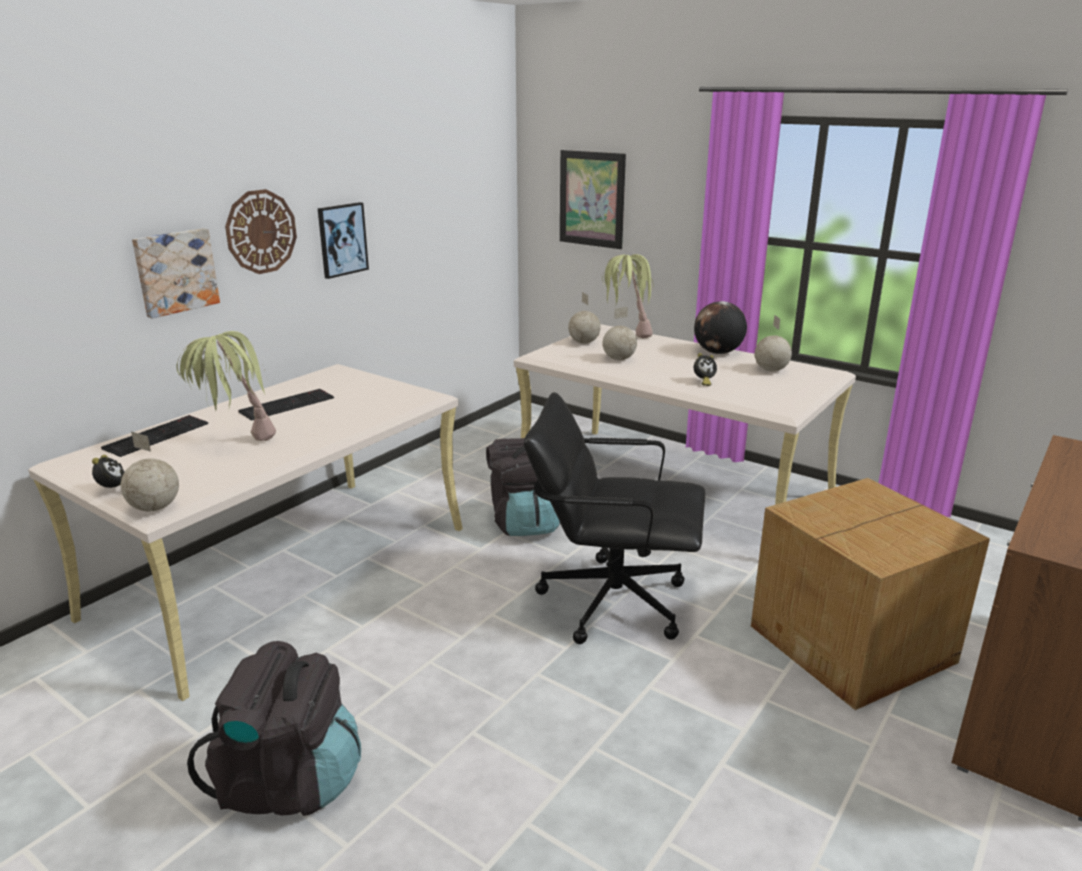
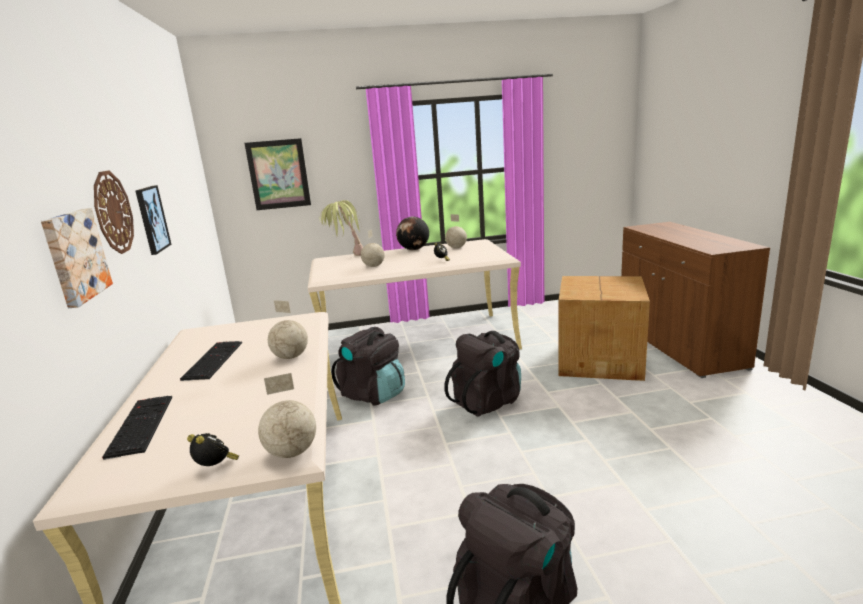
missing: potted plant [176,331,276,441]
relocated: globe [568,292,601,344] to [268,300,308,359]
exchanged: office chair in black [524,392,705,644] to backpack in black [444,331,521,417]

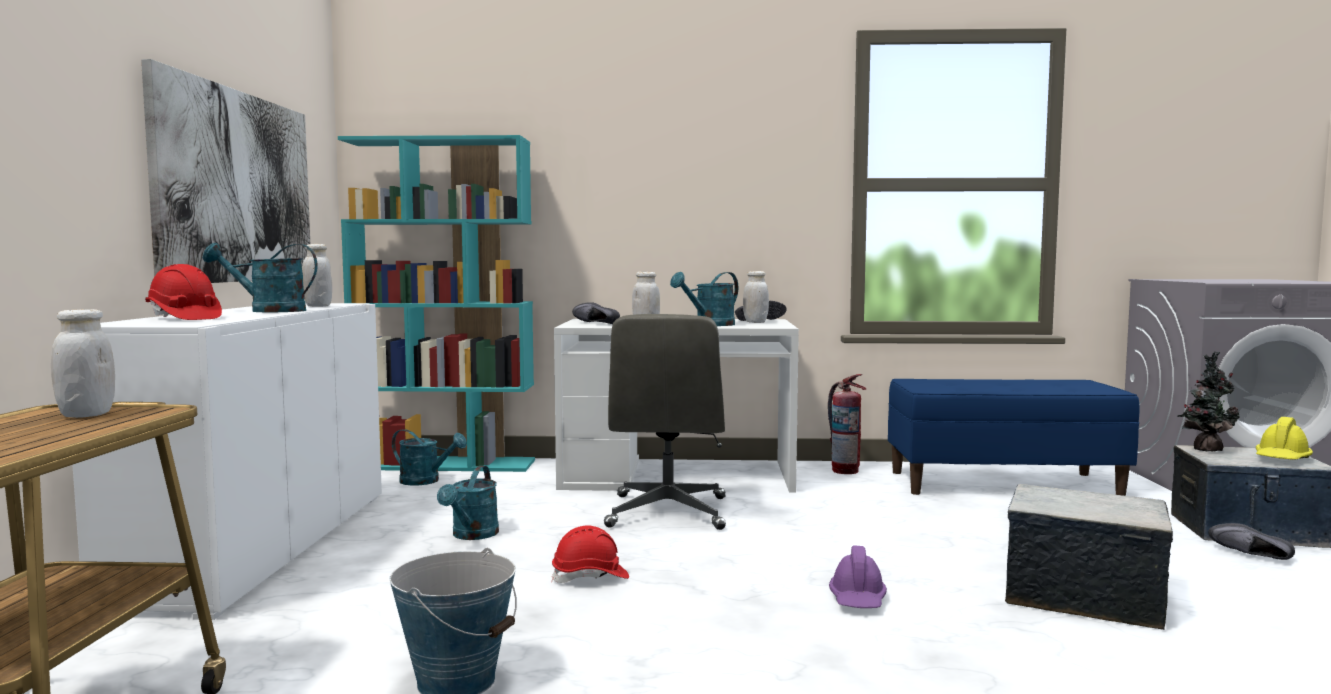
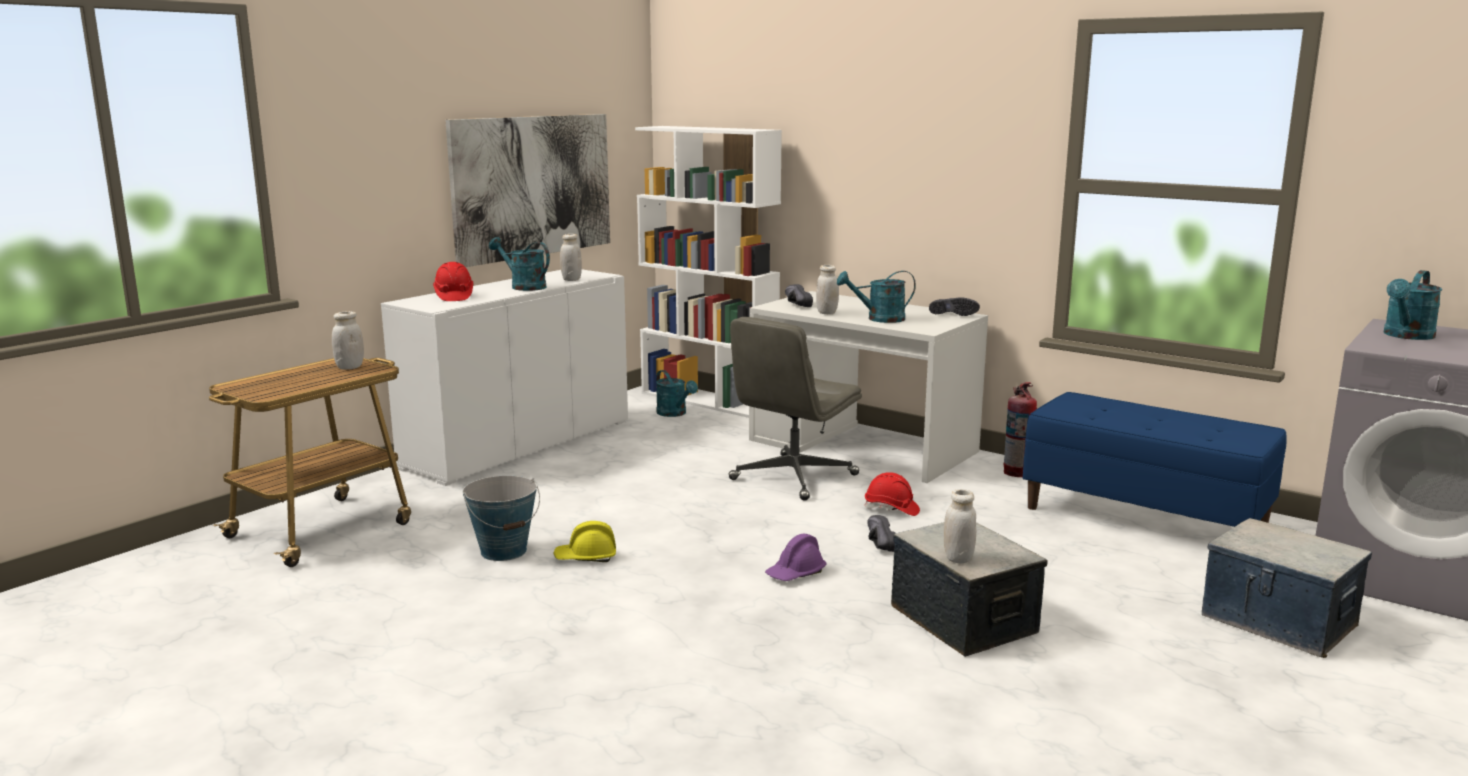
missing: potted plant [1177,351,1239,452]
relocated: watering can in turquoise [437,466,499,540] to [1384,270,1443,340]; hard hat in red [551,526,629,583] to [864,472,920,516]; jar in white [743,271,769,323] to [944,489,976,564]; shoe in black [1208,523,1295,560] to [867,515,896,552]; hard hat in yellow [1256,417,1313,460] to [553,521,616,562]
colour: bookcase in turquoise [338,135,535,472] to bookcase in white [635,126,782,418]

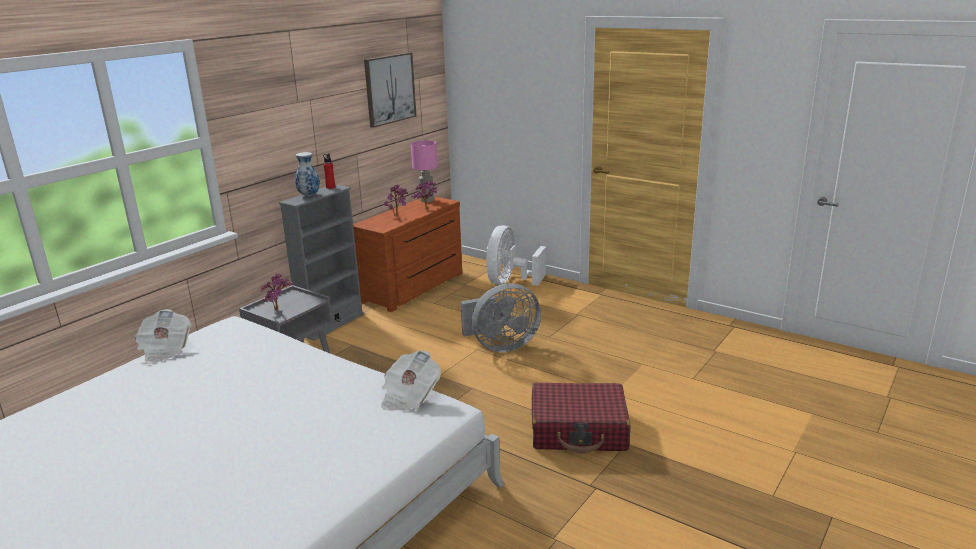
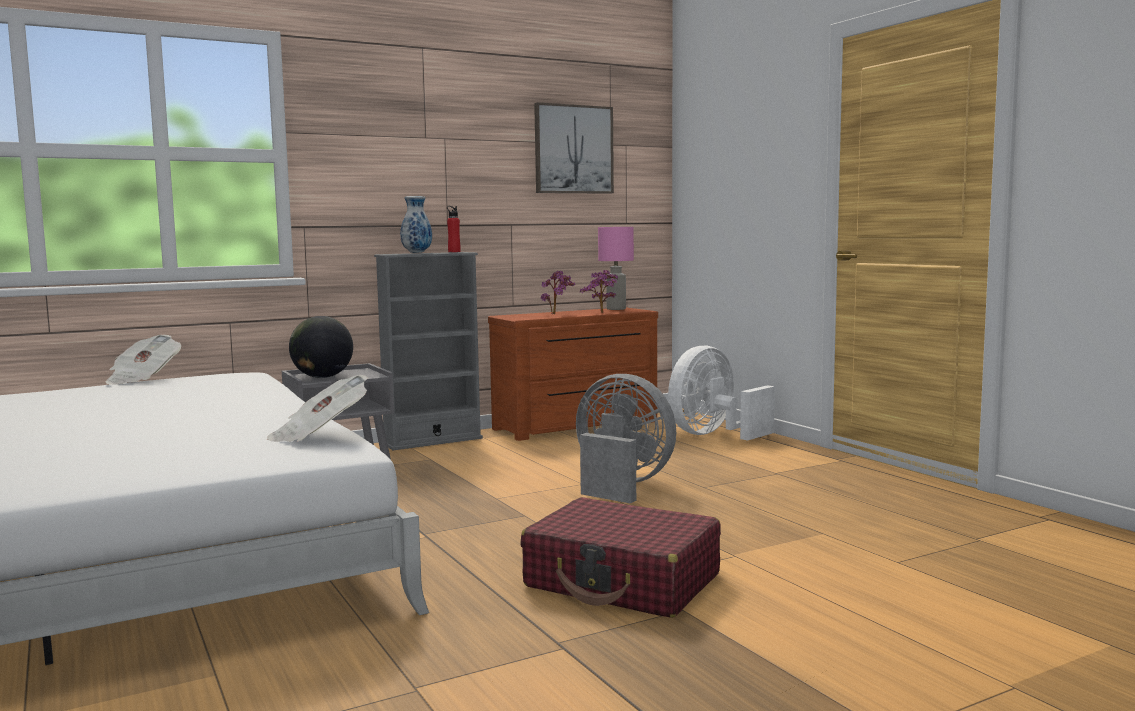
exchanged: potted plant [261,274,294,310] to globe [289,316,353,378]
spun: fan in grey [461,283,541,352] = [576,374,676,503] 150 degrees counterclockwise

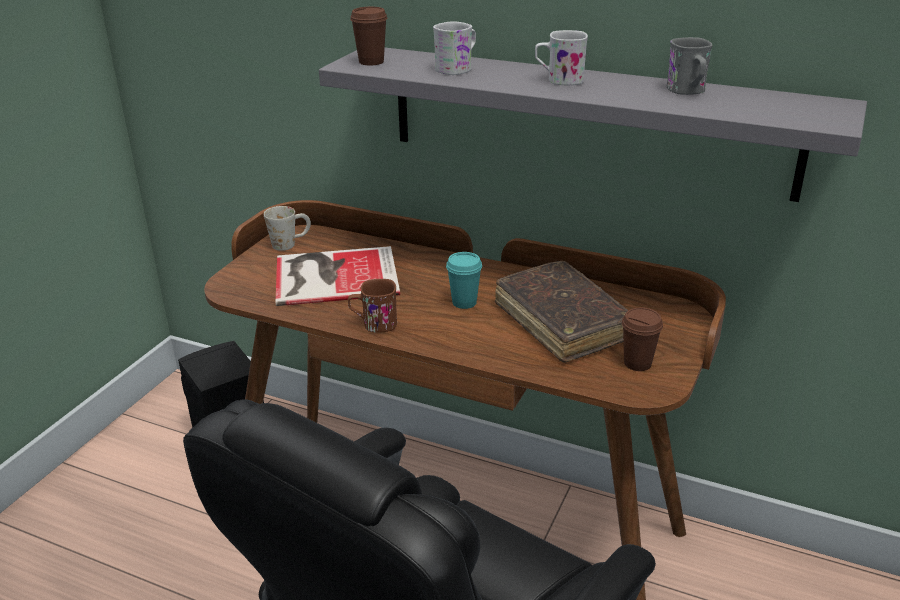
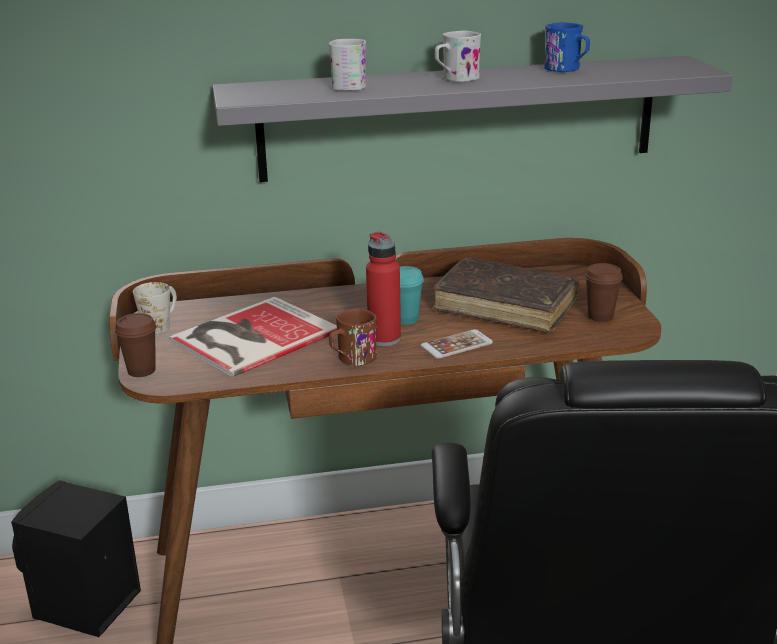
appeared: bottle in red [366,231,401,346]; phone [420,329,493,359]
relocated: cup in brown [350,7,387,65] to [115,313,156,377]
colour: mug in grey [667,37,712,95] to mug in blue [544,22,590,72]

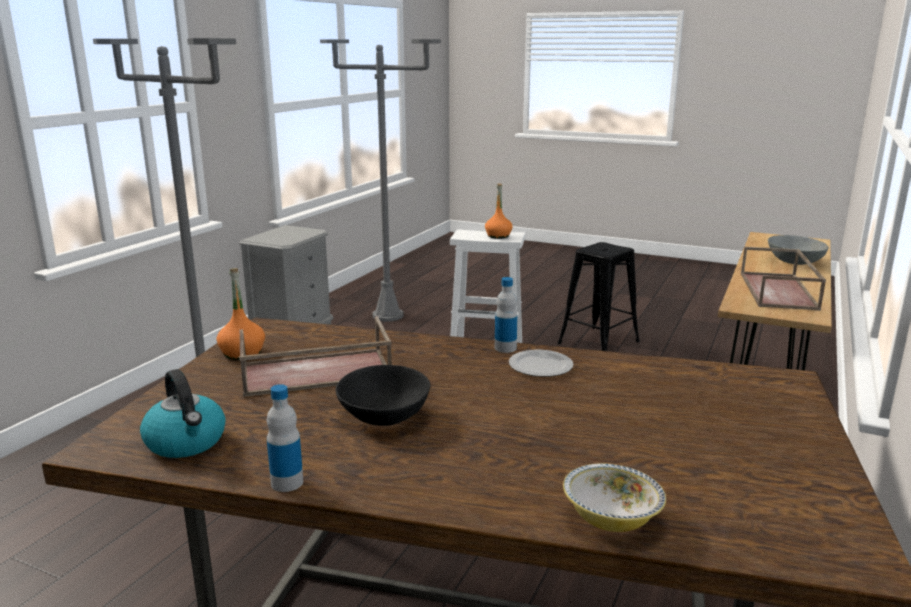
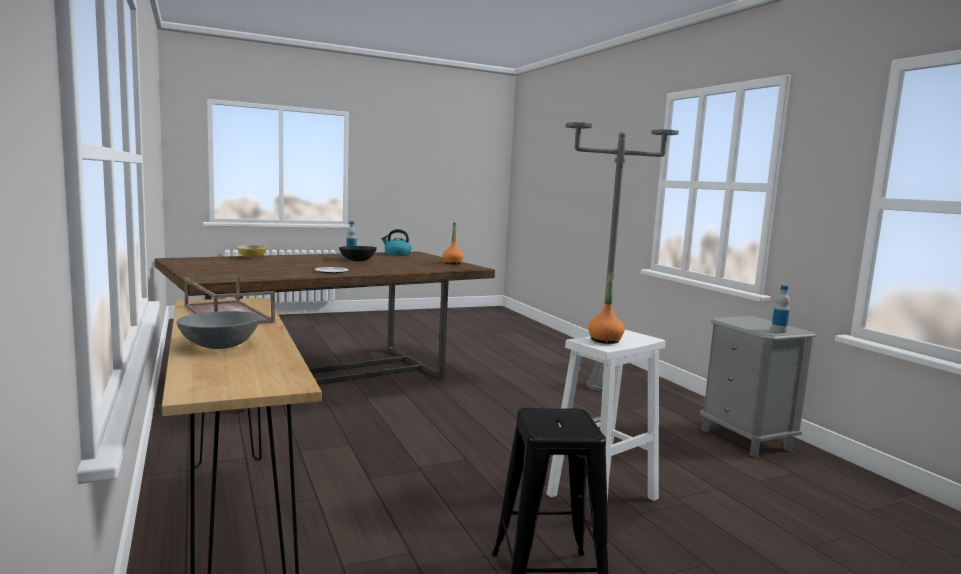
missing: tray in brown [239,316,392,397]; floor lamp in grey [320,39,441,322]
relocated: bottle [495,277,518,353] to [771,285,790,333]

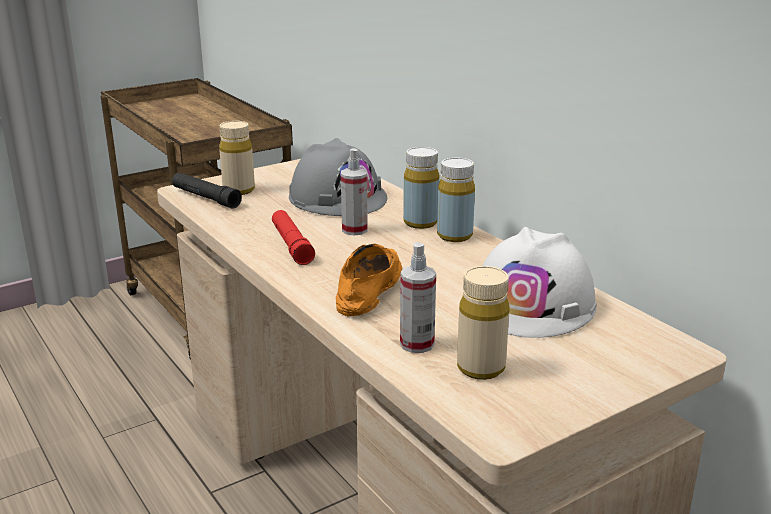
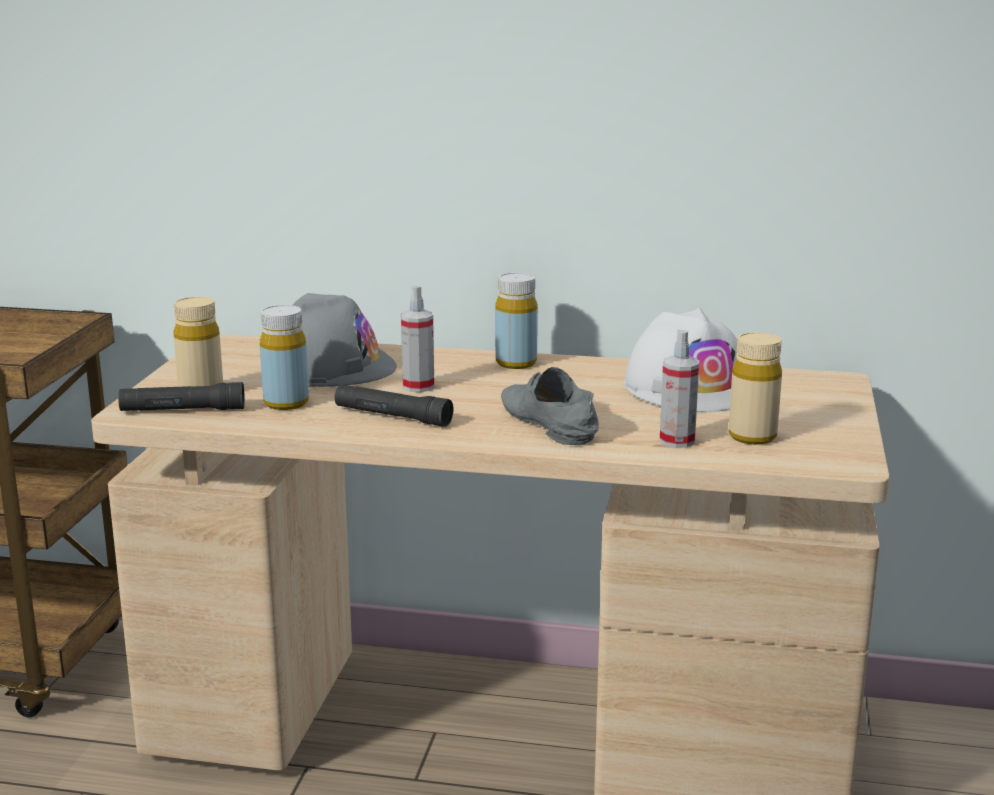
relocated: bottle in yellow [403,147,440,229] to [260,305,309,410]
colour: flashlight in red [272,210,315,265] to flashlight in black [335,384,453,427]; shoe in orange [336,244,402,317] to shoe in grey [501,367,599,445]

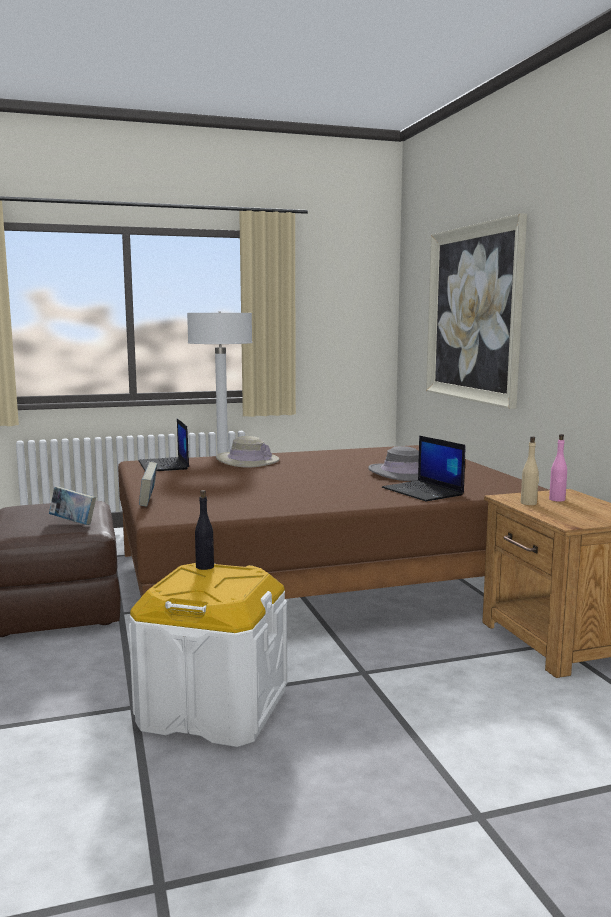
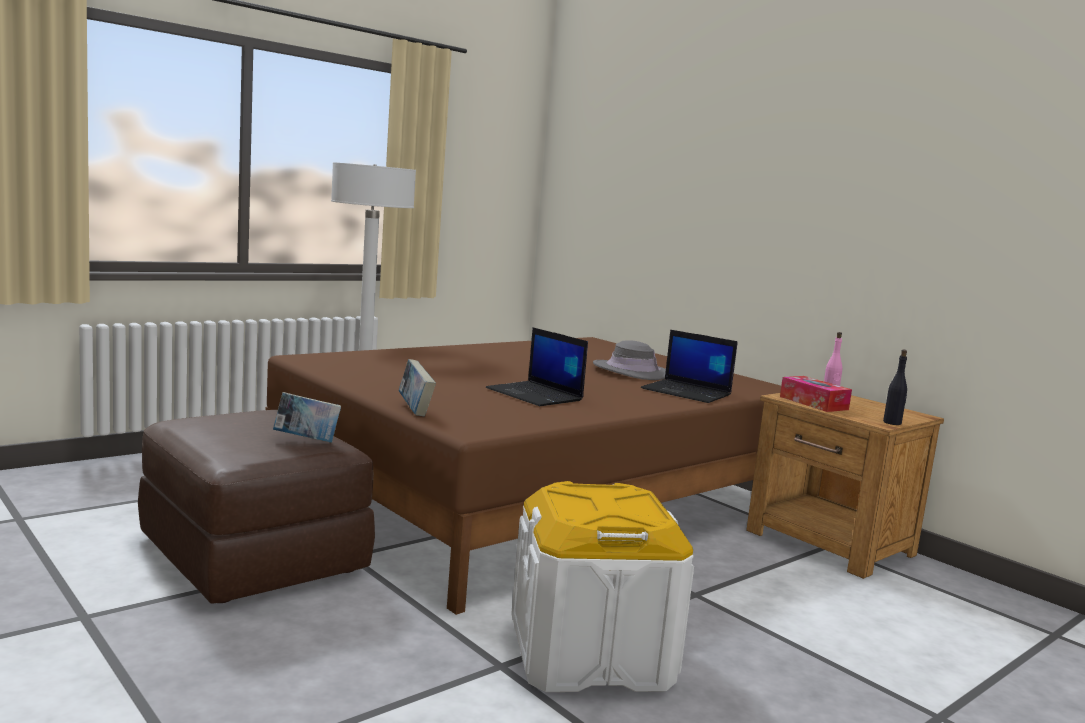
missing: hat in beige [216,436,279,468]; picture [426,213,527,409]
relocated: laptop [139,419,189,471] to [486,327,588,406]; bottle in black [195,490,214,570] to [883,350,907,425]
exchanged: bottle in beige [521,436,539,505] to tissue box [780,376,852,412]

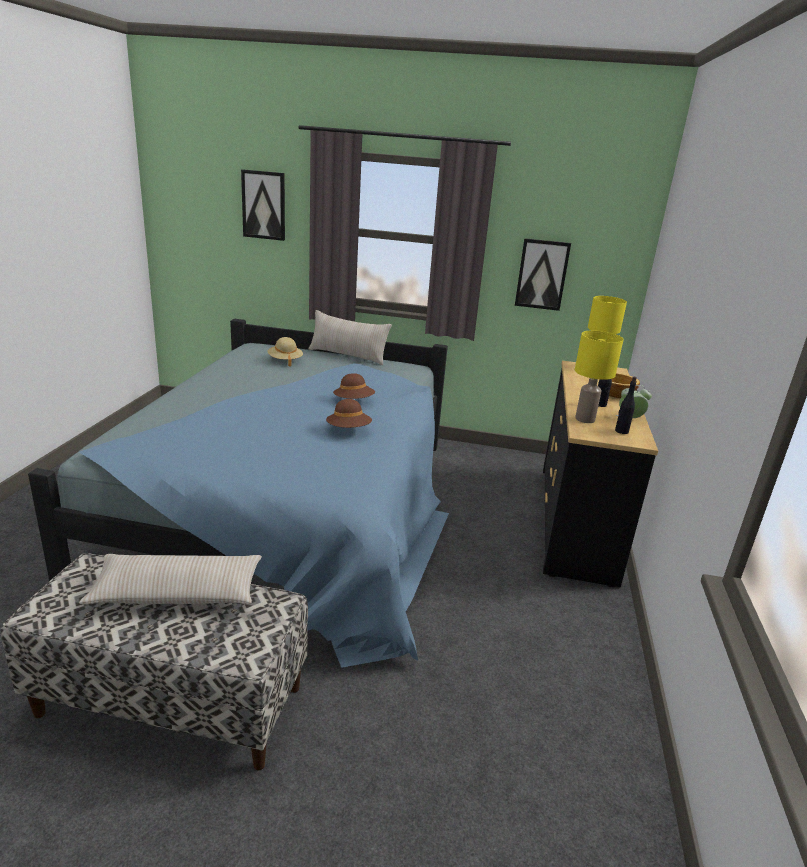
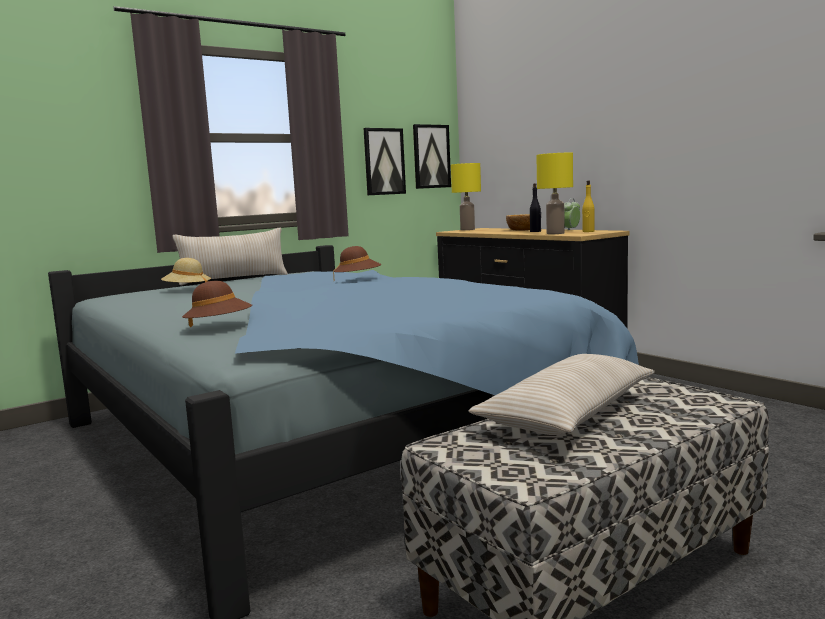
relocated: picture [241,169,285,241] to [413,124,451,189]; hat in brown [326,399,372,428] to [182,281,252,327]
colour: bottle in black [615,377,637,434] to bottle in yellow [582,180,595,232]

